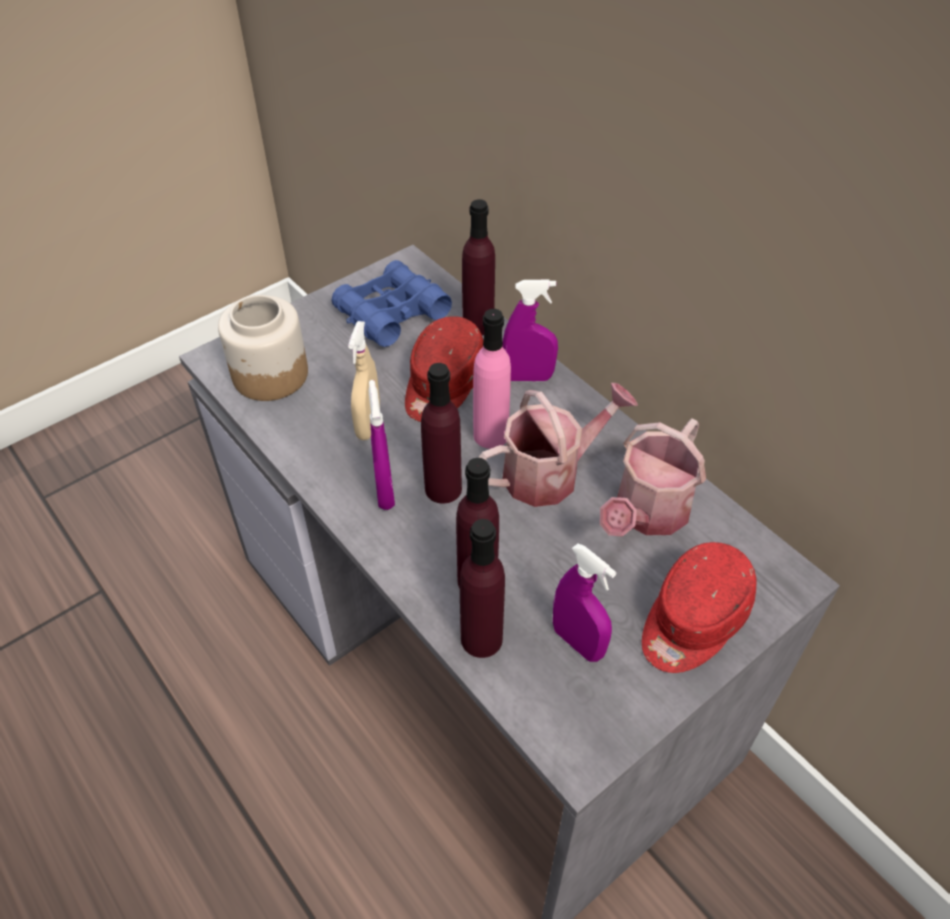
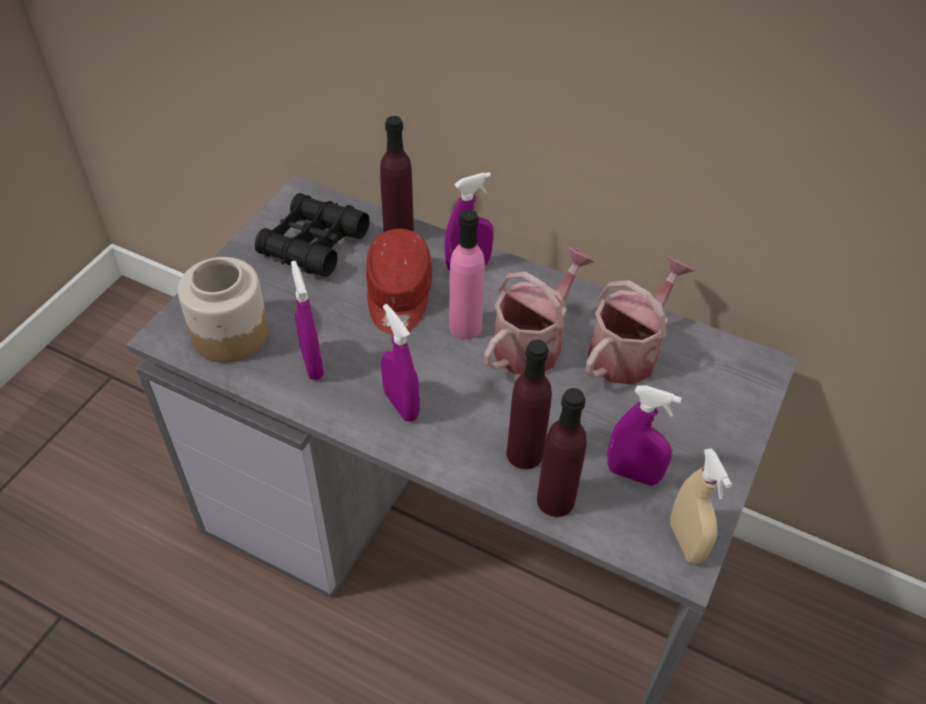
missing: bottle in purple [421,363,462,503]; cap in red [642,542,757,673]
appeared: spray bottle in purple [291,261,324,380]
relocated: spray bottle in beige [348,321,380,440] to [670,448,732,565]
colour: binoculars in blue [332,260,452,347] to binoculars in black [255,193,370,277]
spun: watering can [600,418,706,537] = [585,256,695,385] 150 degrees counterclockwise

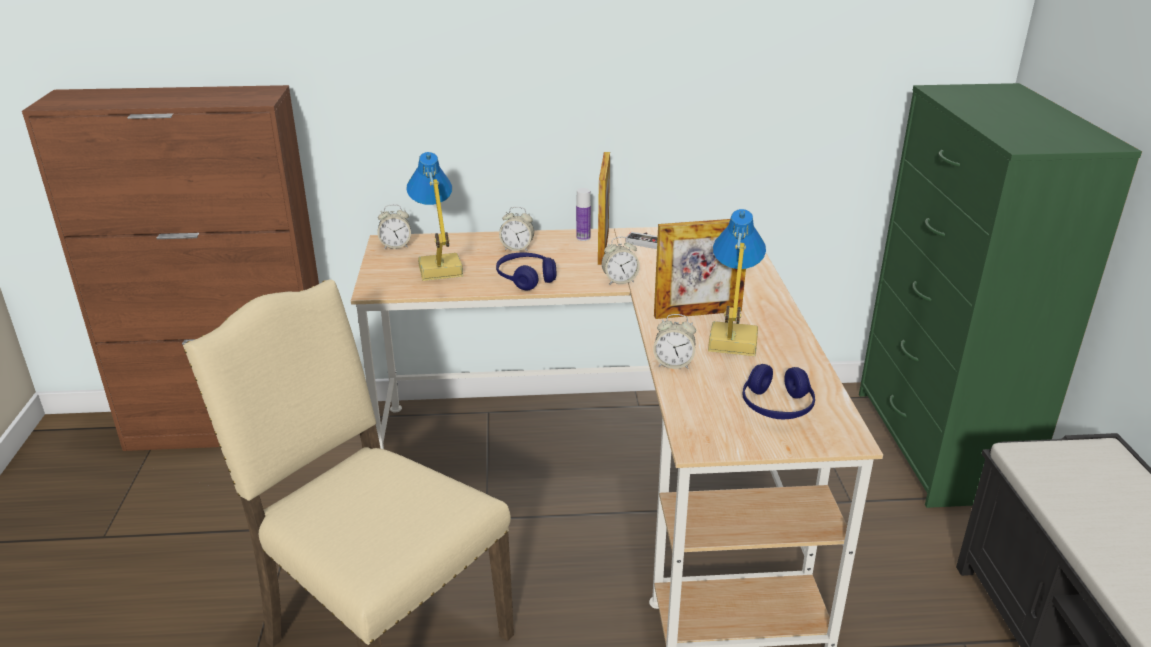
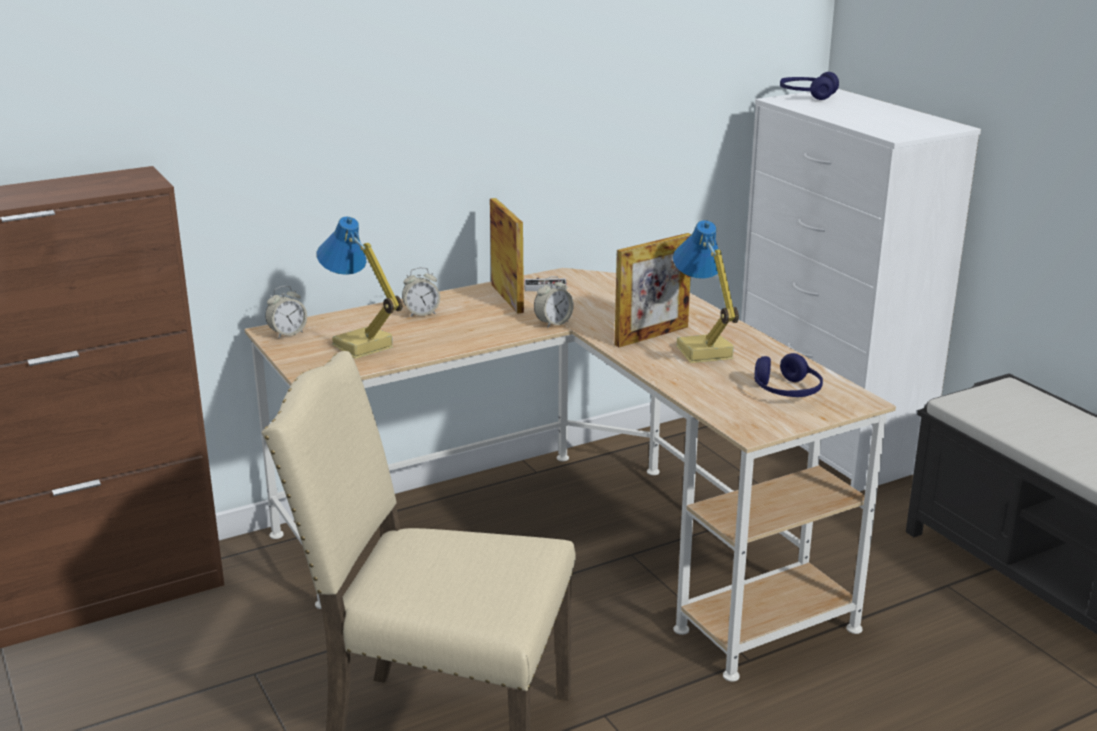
missing: bottle [576,188,591,241]; alarm clock [653,314,696,369]
relocated: headphones in blue [496,253,556,291] to [780,72,839,100]
colour: dresser in green [859,83,1142,508] to dresser in white [741,89,981,492]

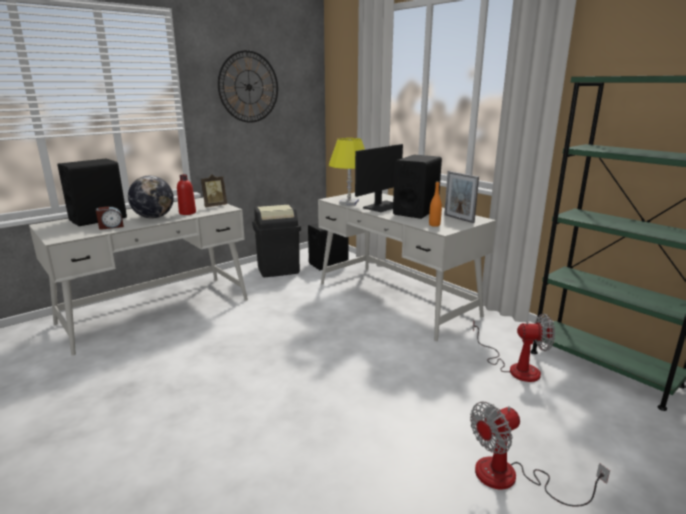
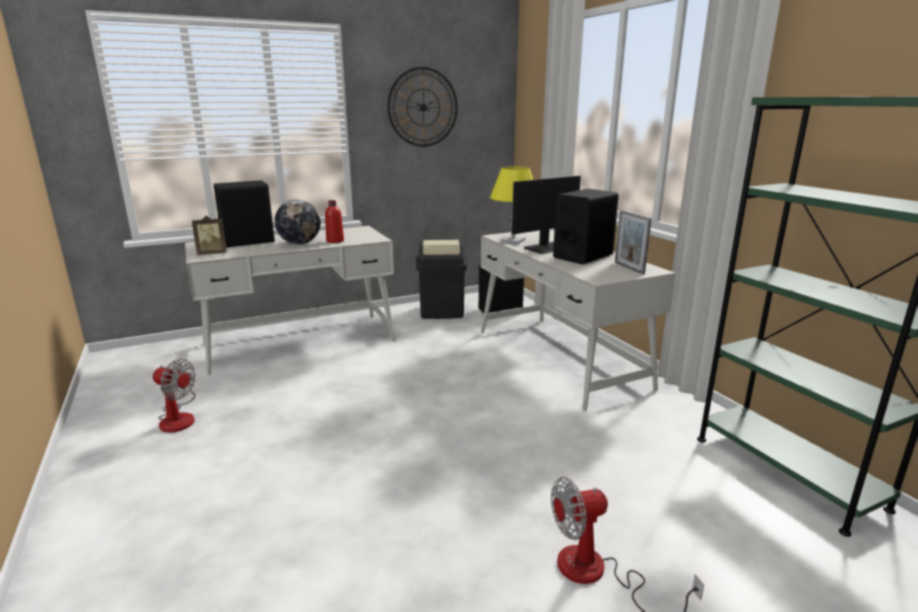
missing: alarm clock [96,207,124,229]; bottle in orange [429,181,442,227]
relocated: picture frame [201,174,227,207] to [192,216,227,255]; fan [473,313,555,382] to [153,359,196,433]

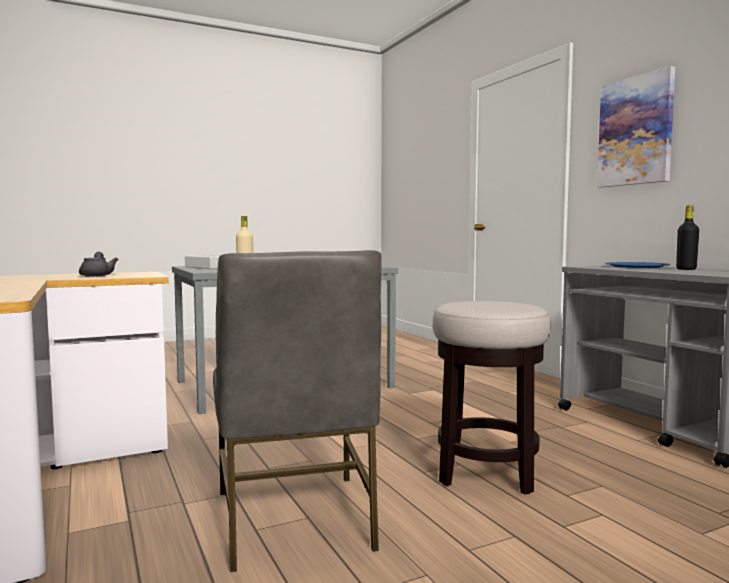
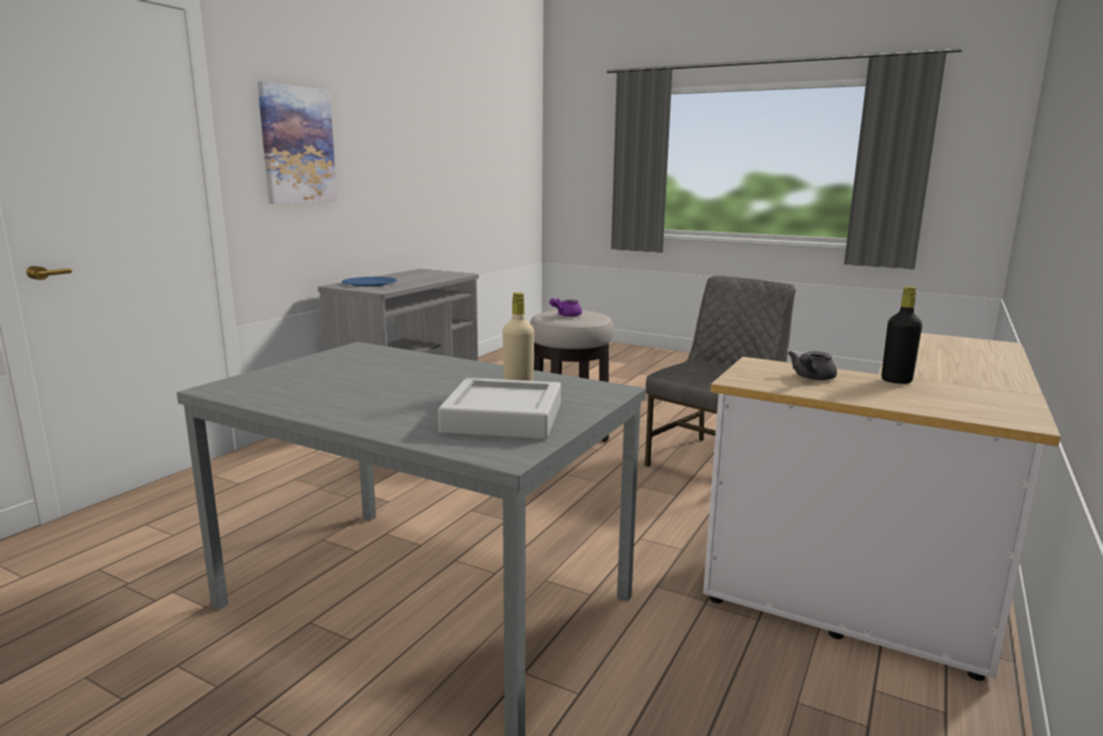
appeared: teapot in purple [549,298,582,317]
relocated: bottle in black [676,205,699,270] to [881,286,922,384]

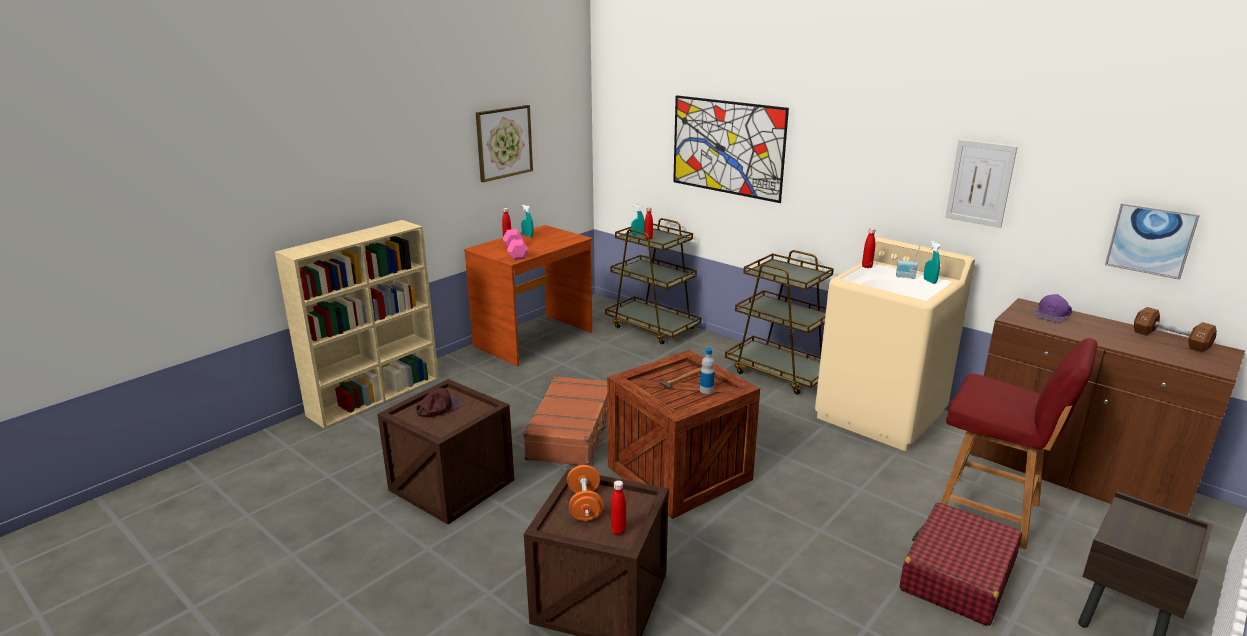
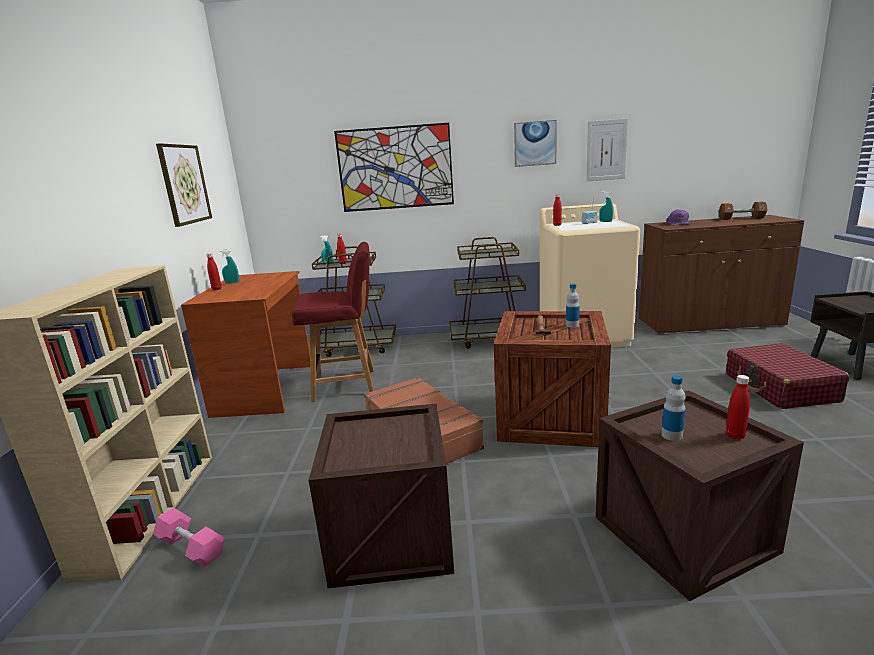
missing: cap in brown [416,388,463,418]
relocated: dumbbell in pink [503,229,529,260] to [153,508,224,567]; chair in red [940,338,1097,549] to [292,242,374,402]; picture [1105,203,1200,280] to [514,120,557,167]
exchanged: dumbbell in orange [567,465,603,521] to bottle [661,375,686,441]

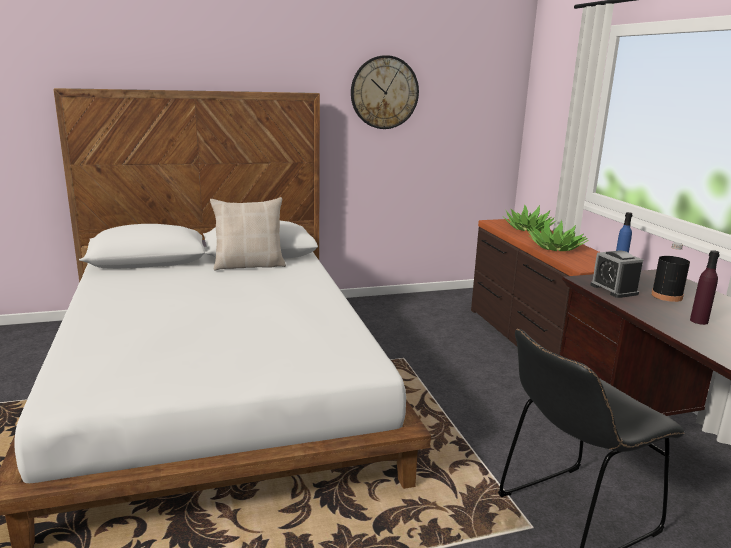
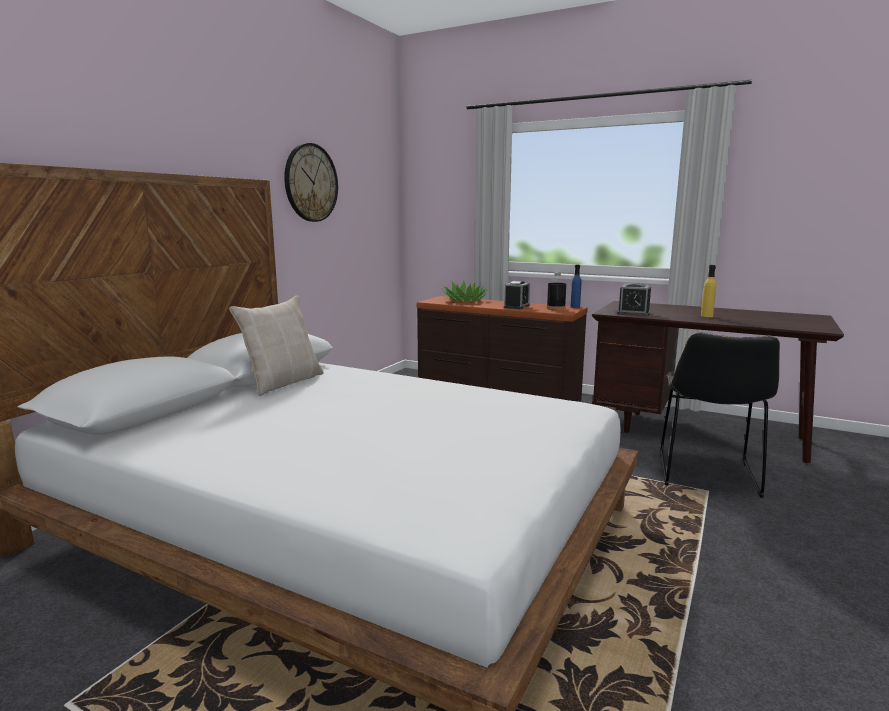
relocated: bottle in black [651,243,690,302] to [547,272,566,310]
exchanged: potted plant [527,220,589,251] to alarm clock [504,281,530,309]
colour: bottle in purple [690,250,720,325] to bottle in yellow [701,265,716,317]

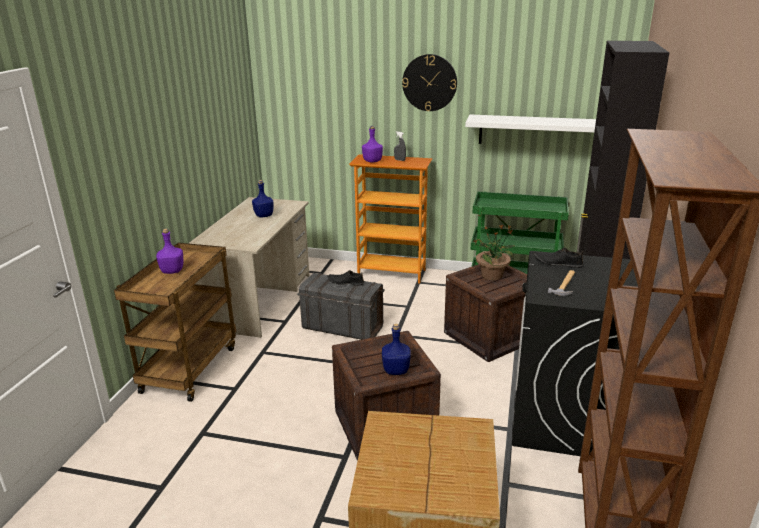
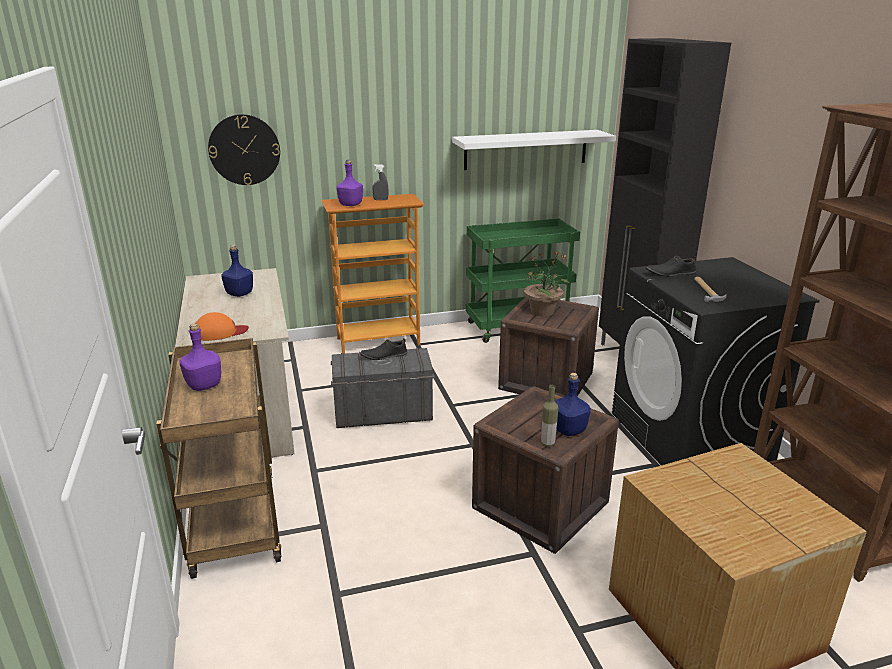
appeared: cap in orange [196,312,249,341]; bottle [541,385,558,447]
relocated: wall clock [402,54,457,111] to [208,114,280,185]

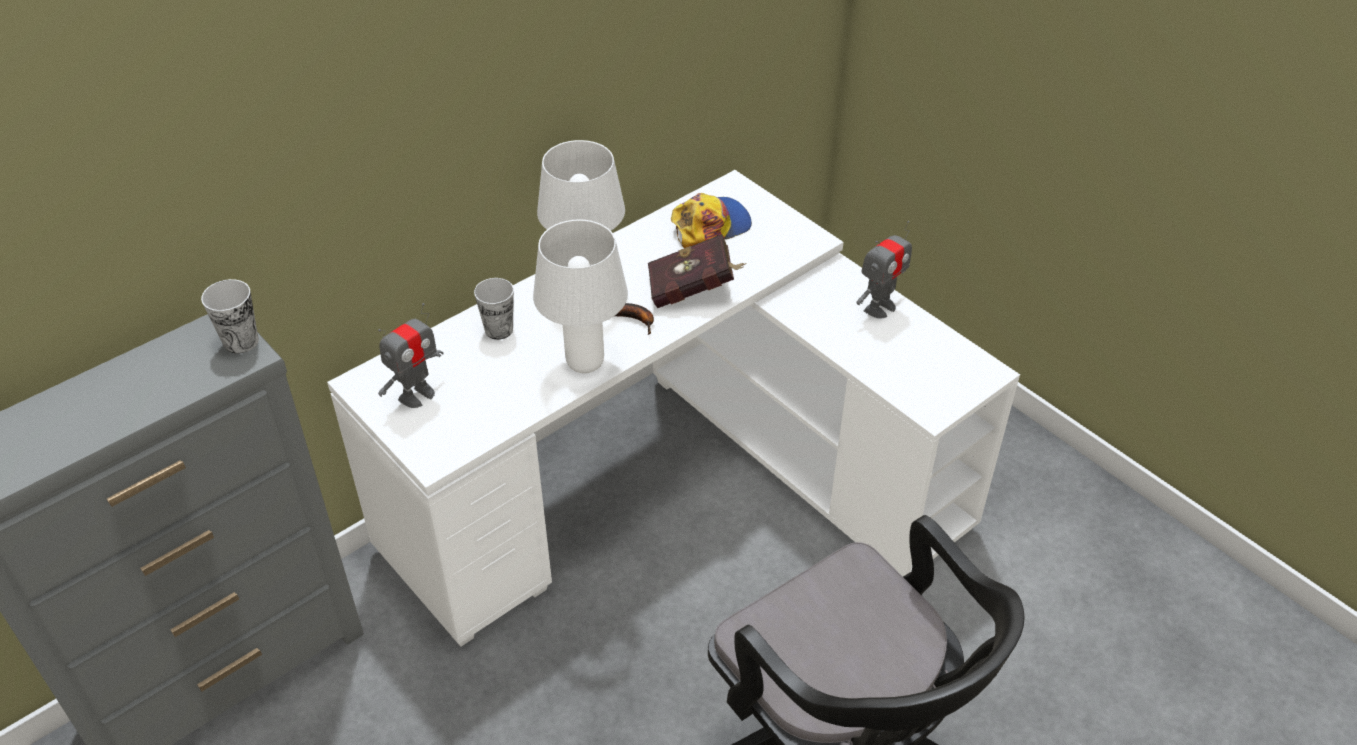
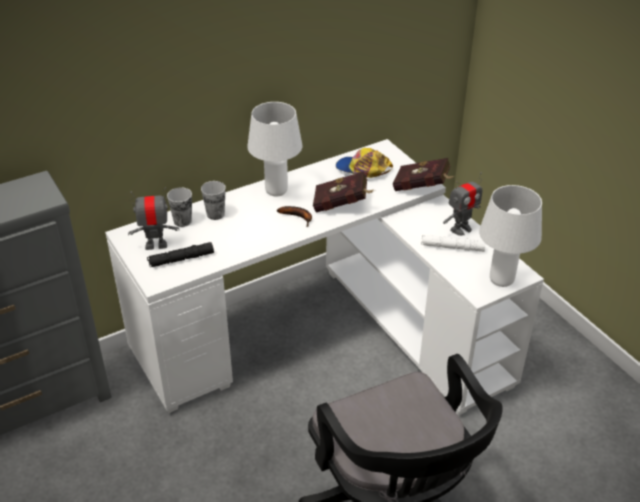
appeared: flashlight in black [147,242,214,267]; book in red [393,158,455,191]; flashlight in white [421,235,486,252]
relocated: cup [201,279,258,354] to [167,187,192,227]; table lamp in white [533,220,628,373] to [479,185,542,287]
spun: toy robot [378,303,443,408] = [128,187,179,250] 150 degrees counterclockwise; cap [671,193,752,248] = [336,148,393,178] 135 degrees counterclockwise

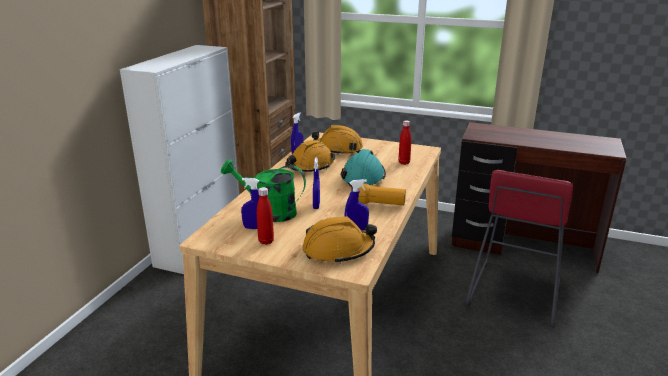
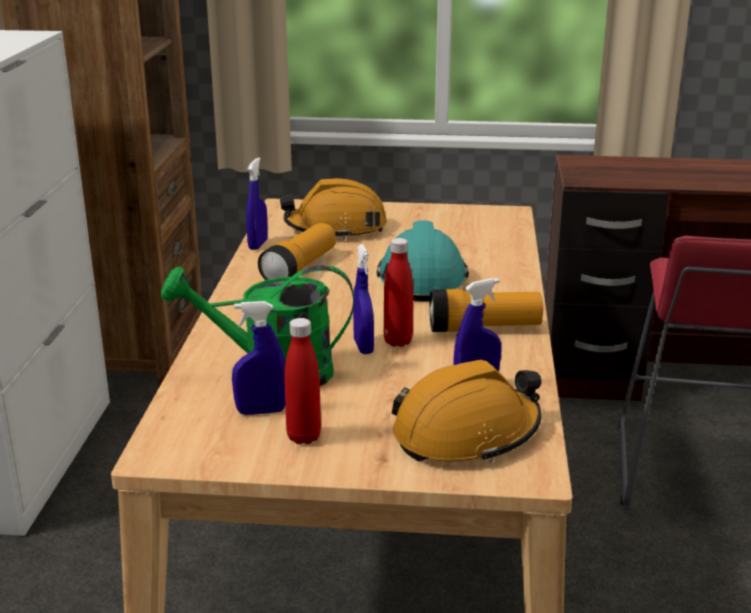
relocated: bottle in red [399,120,411,165] to [384,238,413,347]
exchanged: hard hat in orange [285,140,335,172] to flashlight [258,223,336,280]

